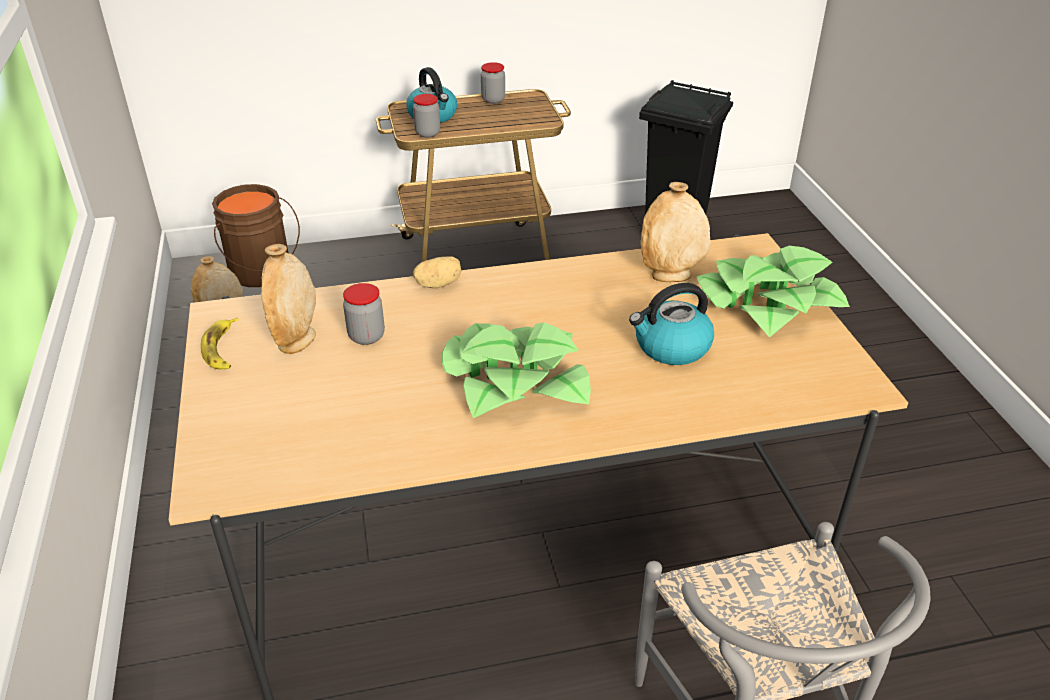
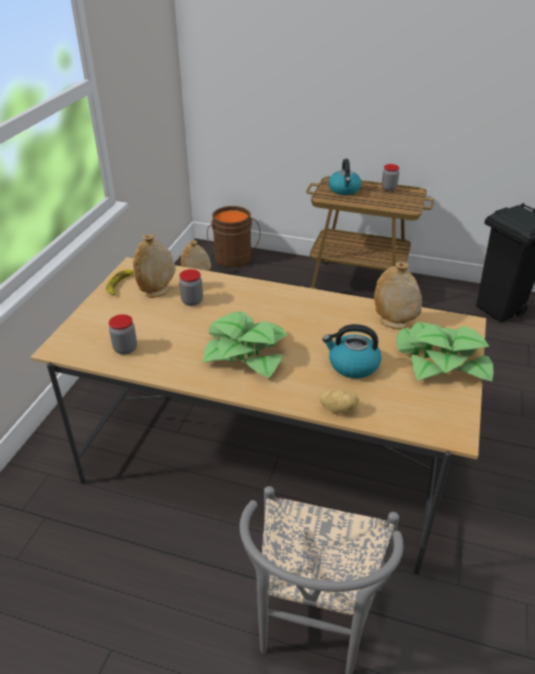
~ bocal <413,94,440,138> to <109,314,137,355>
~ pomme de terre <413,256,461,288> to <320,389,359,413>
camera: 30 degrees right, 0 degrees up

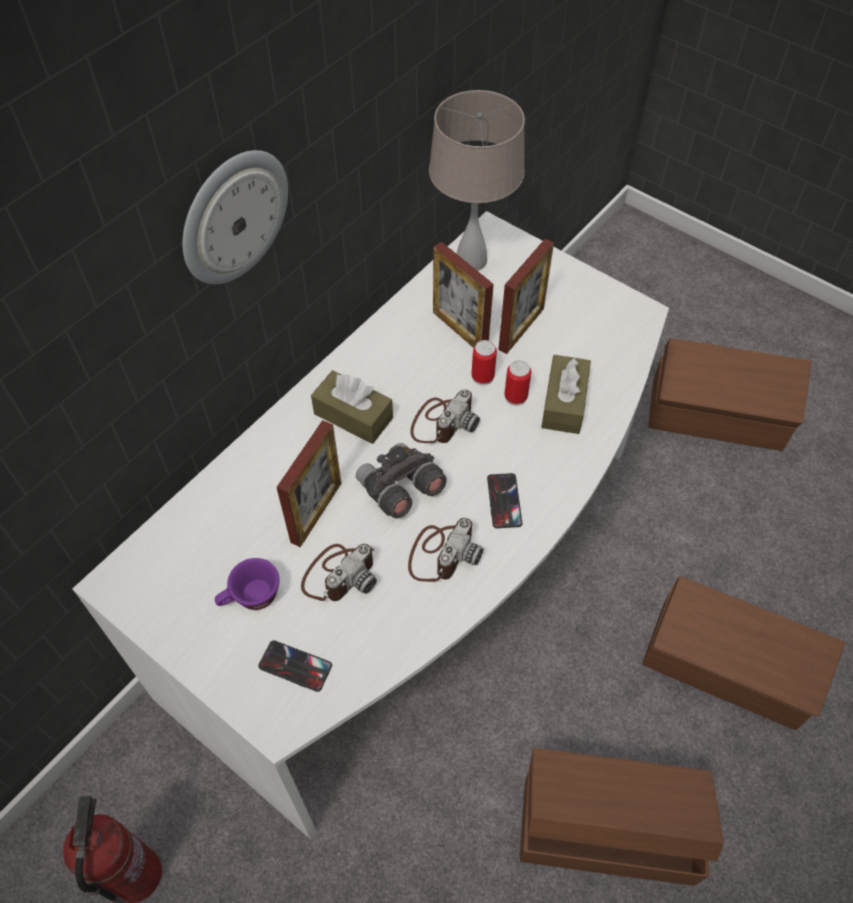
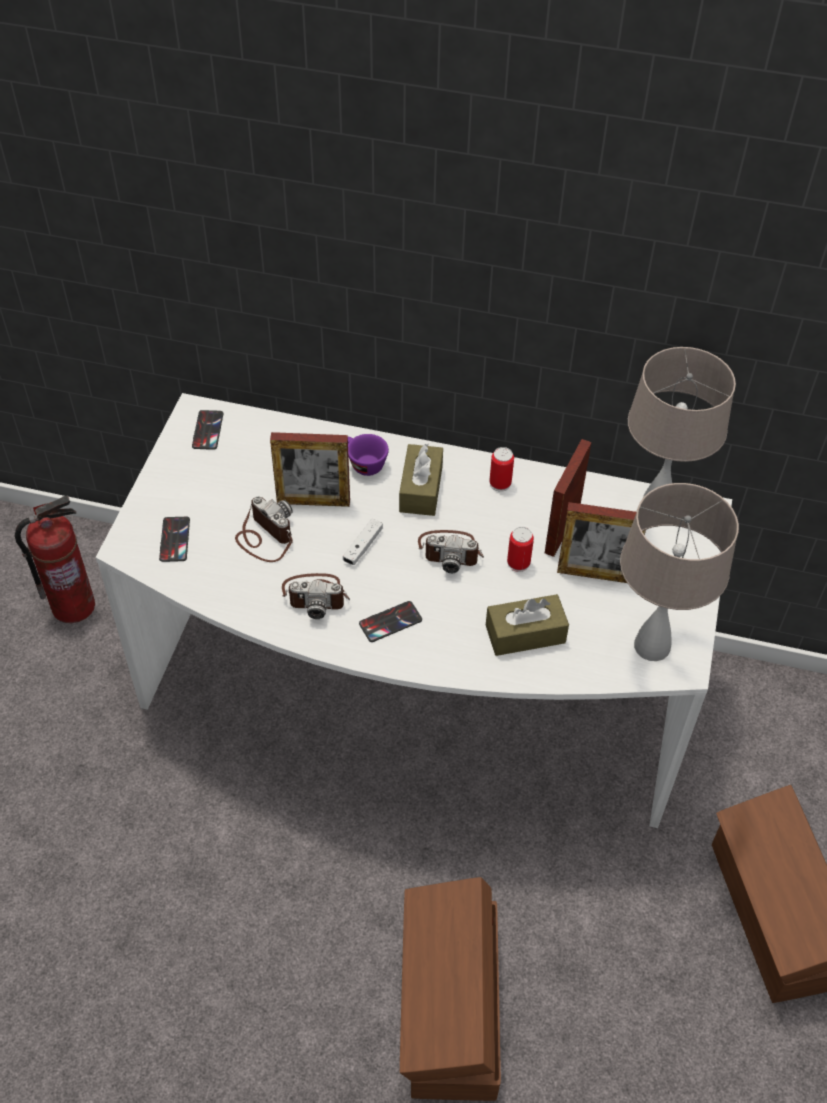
- horloge murale <182,150,288,284>
~ tasse/violet <215,558,279,610> to <348,434,389,476>
~ appareil photo <301,544,377,601> = <235,497,293,562> 150 degrees counterclockwise
~ jumelles/gris <356,443,447,518> to manette/blanc <343,519,383,565>
~ boîte métallique <504,360,531,406> to <489,447,514,492>
- boîte de rangement/marron <520,748,723,886>
+ téléphone <192,410,223,450>
+ lampe de table/beige <620,483,739,661>
camera: 65 degrees right, 5 degrees down

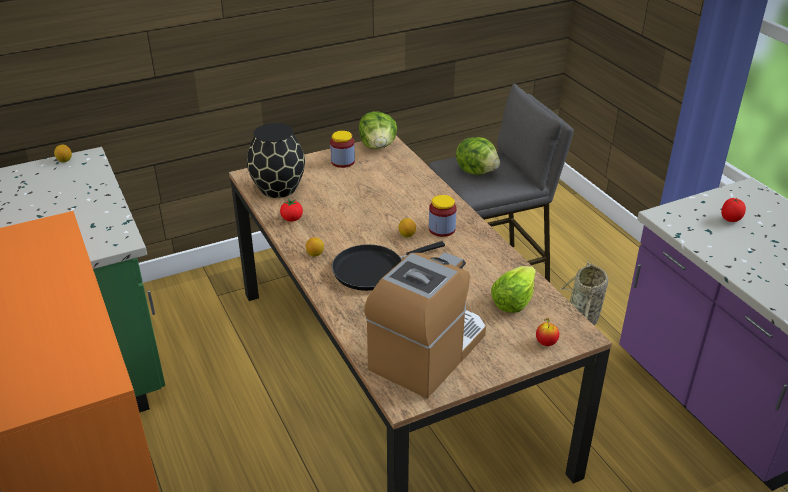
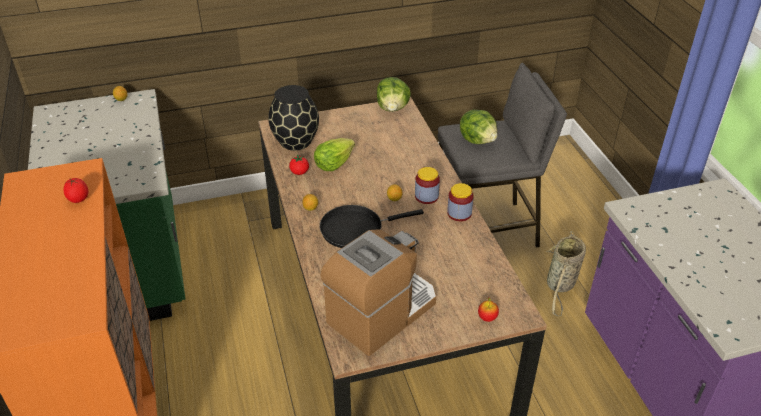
~ bocal <330,131,355,168> to <447,183,474,221>
~ laitue <491,266,536,313> to <314,138,355,171>
~ tomate <721,198,746,222> to <64,178,88,203>
camera: 10 degrees right, 5 degrees up

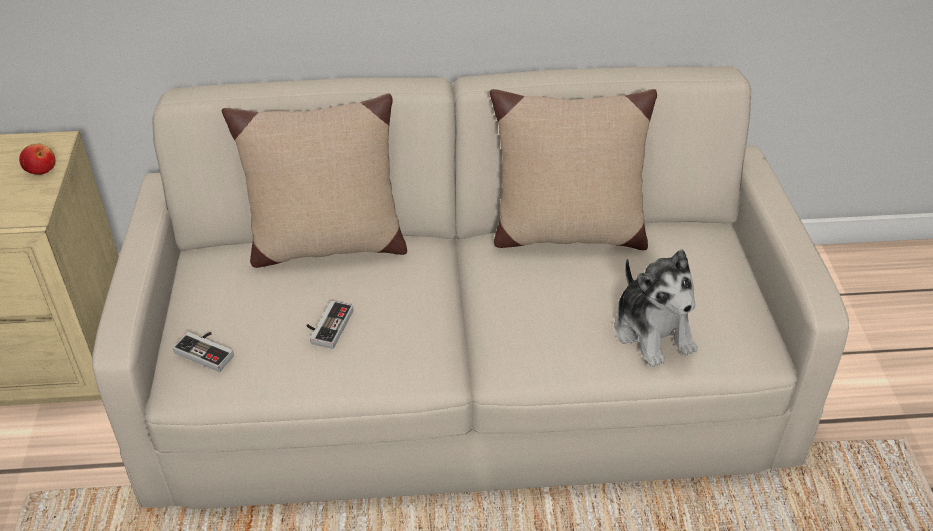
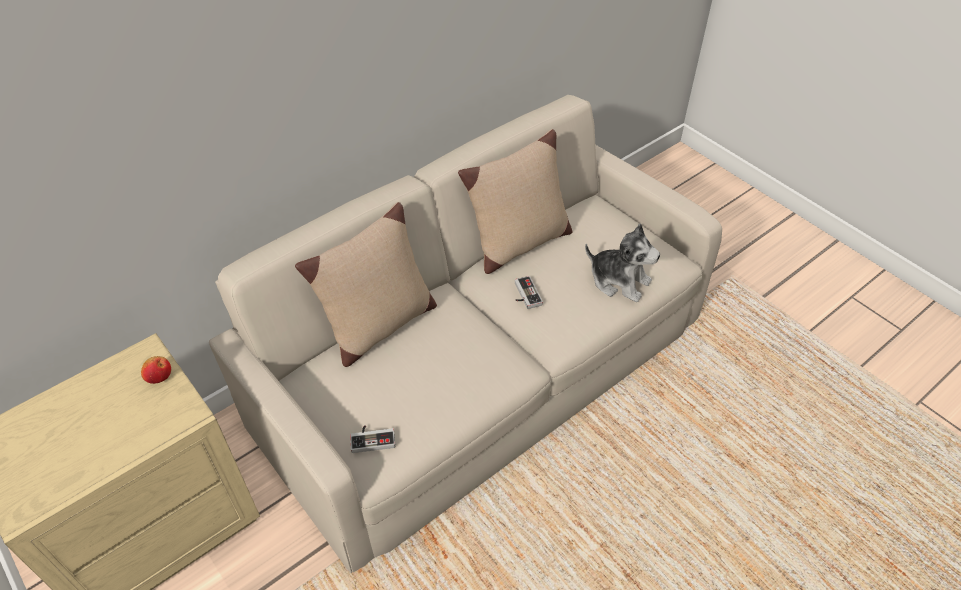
~ manette <307,301,353,349> to <515,276,543,309>
camera: 35 degrees left, 5 degrees up

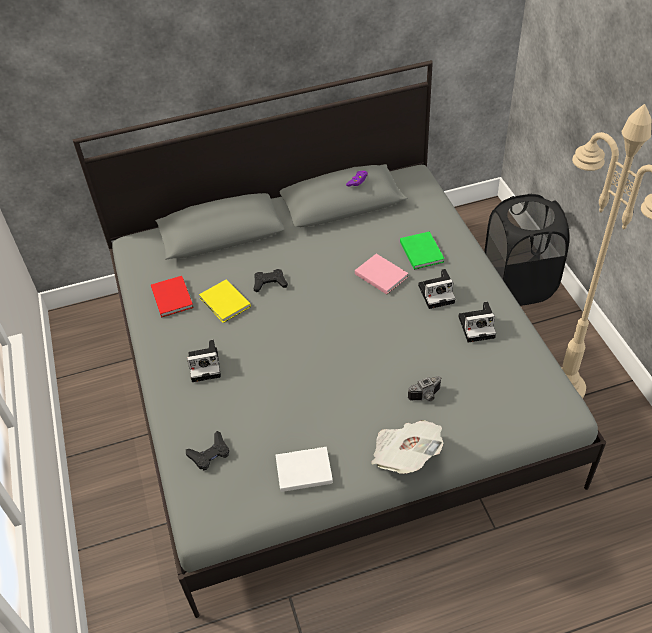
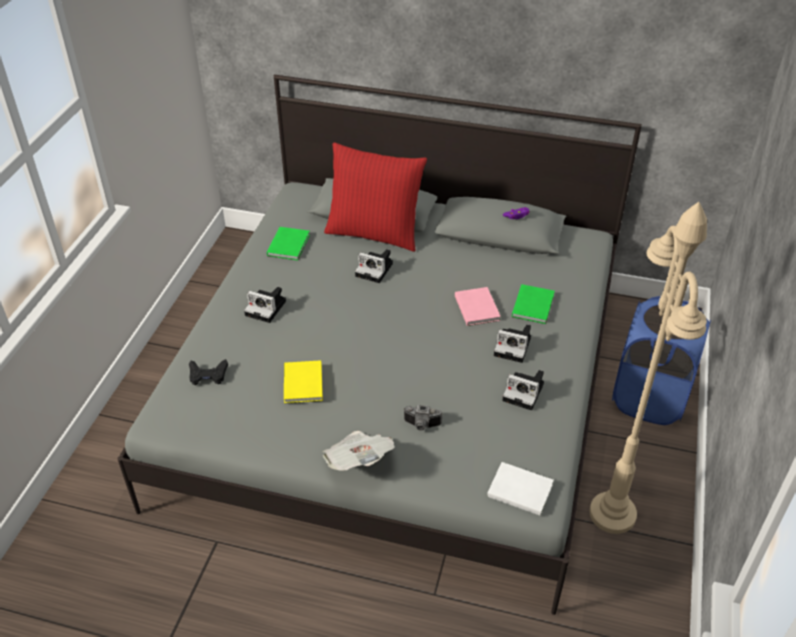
~ livre/rouge <151,276,194,318> to livre/vert <267,227,310,260>
~ livre/jaune <199,280,251,323> to <284,360,323,403>
~ manette/noir <254,269,288,292> to appareil photo <355,249,393,283>
~ livre/blanc <275,447,333,492> to <487,462,554,516>
~ panier à linge/noir <484,194,569,306> to panier à linge/bleu <612,296,711,425>
+ coussin/rouge <324,143,427,252>
camera: 30 degrees right, 5 degrees down

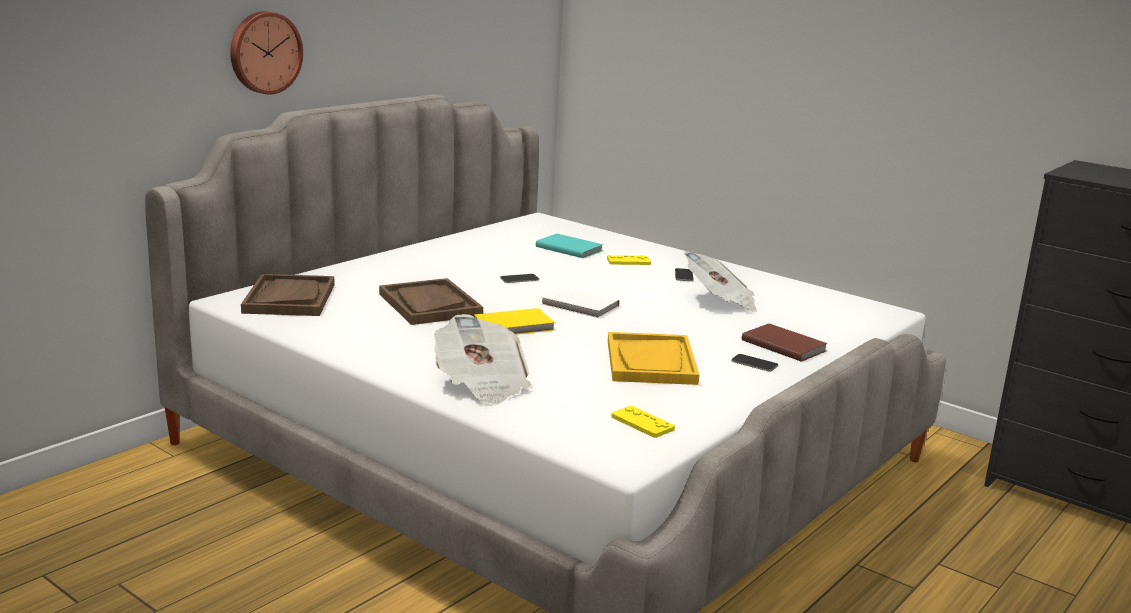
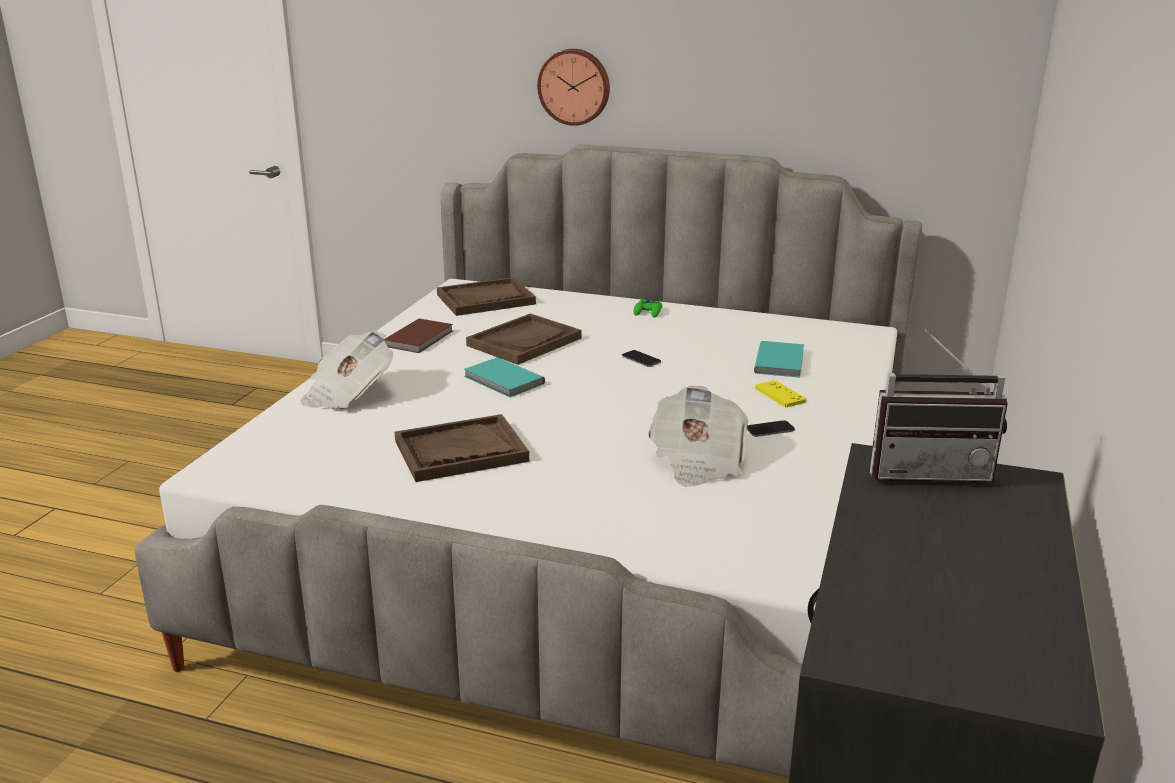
~ livre/jaune <473,308,555,335> to livre/turquoise <464,357,545,398>
- livre/blanc <542,287,619,318>
~ plateau/jaune <608,332,699,385> to plateau/marron <394,414,529,482>
- manette/jaune <611,406,675,438>
- téléphone <731,354,778,372>
~ livre/marron <742,323,828,362> to <385,318,453,353>
+ manette/vert <634,298,662,317>
+ radio <870,329,1007,482>
camera: 70 degrees right, 5 degrees up

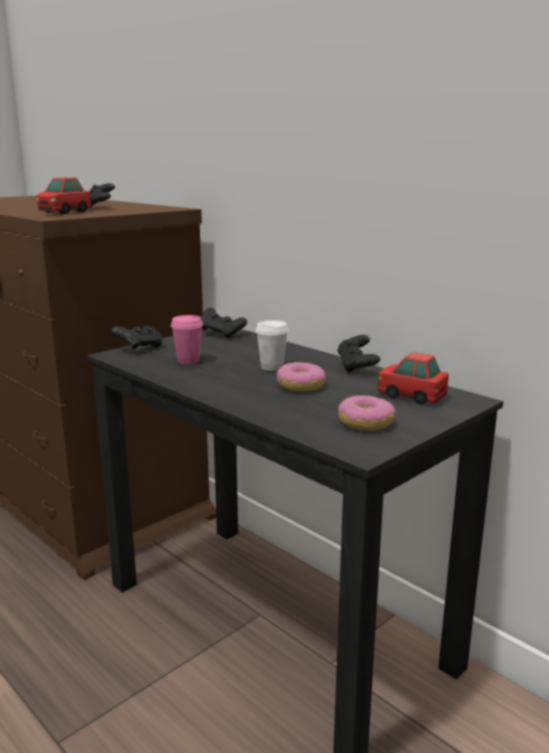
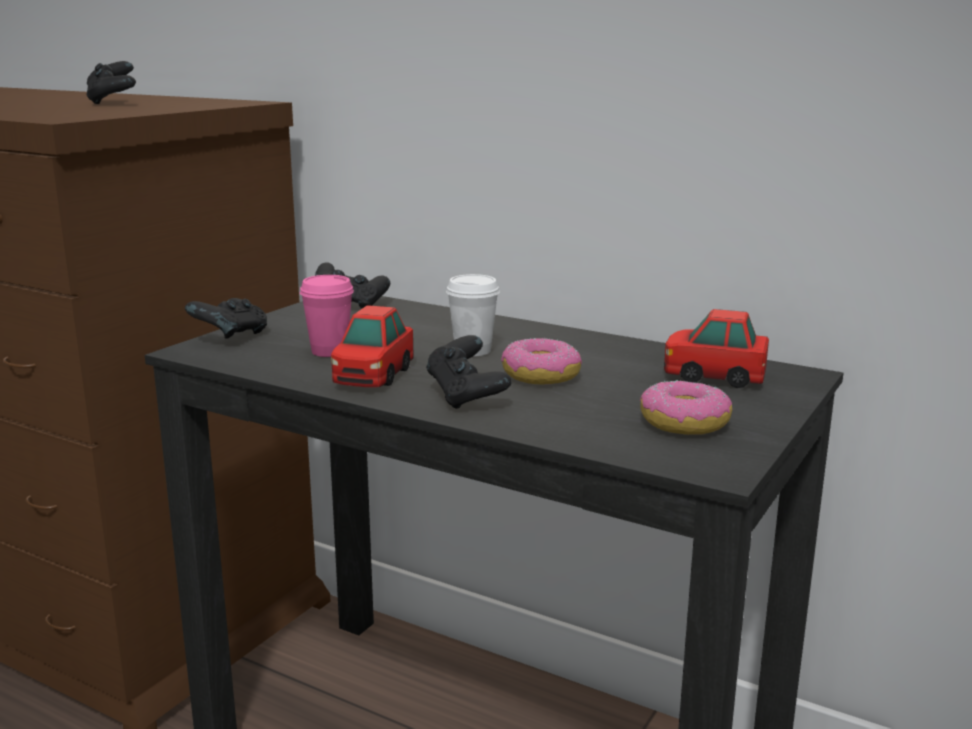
~ petite voiture <37,177,91,214> to <331,305,414,387>
~ manette/noir <337,335,380,372> to <426,335,512,409>
camera: 15 degrees left, 0 degrees up

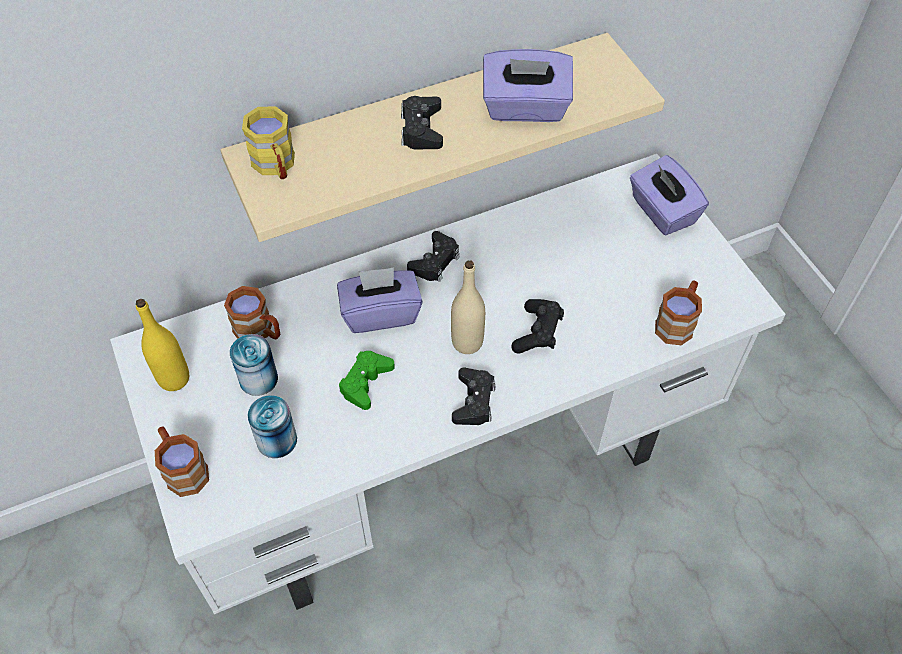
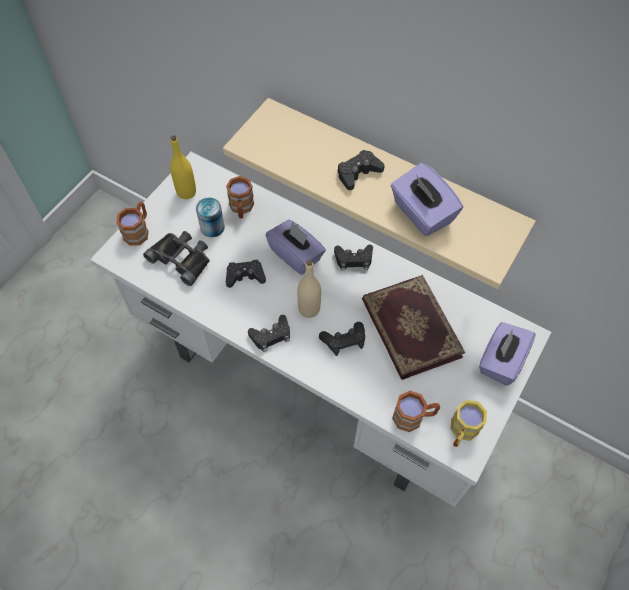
~ mug/jaune <242,106,295,179> to <451,400,487,447>
~ boîte métallique <247,395,297,458> to jumelles/noir <143,231,210,286>
~ manette/vert <339,351,395,410> to manette/noir <226,259,266,288>
+ livre <362,275,465,380>
camera: 55 degrees right, 5 degrees up

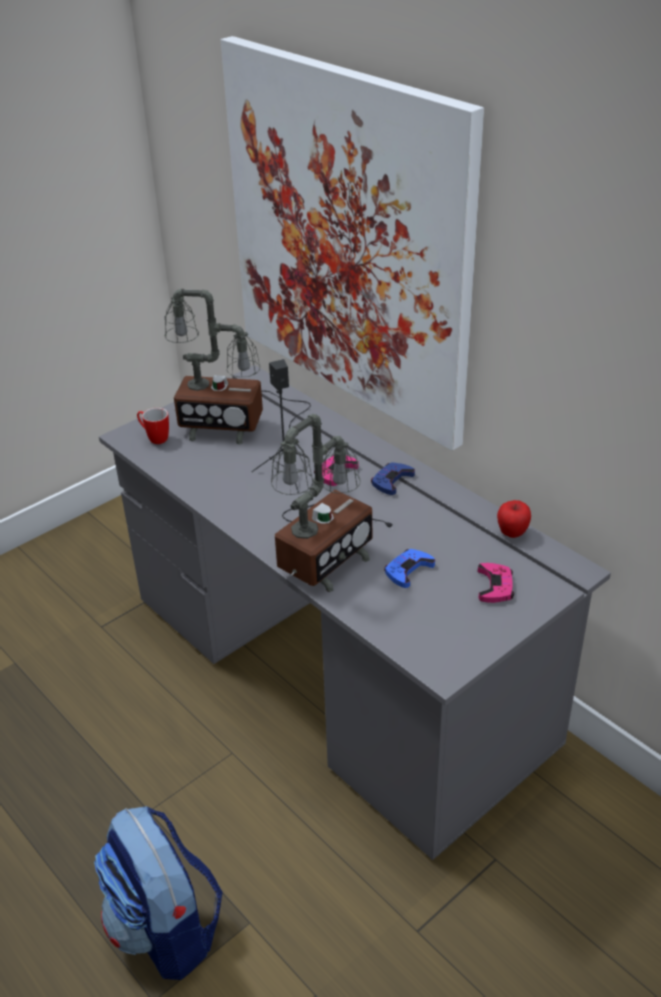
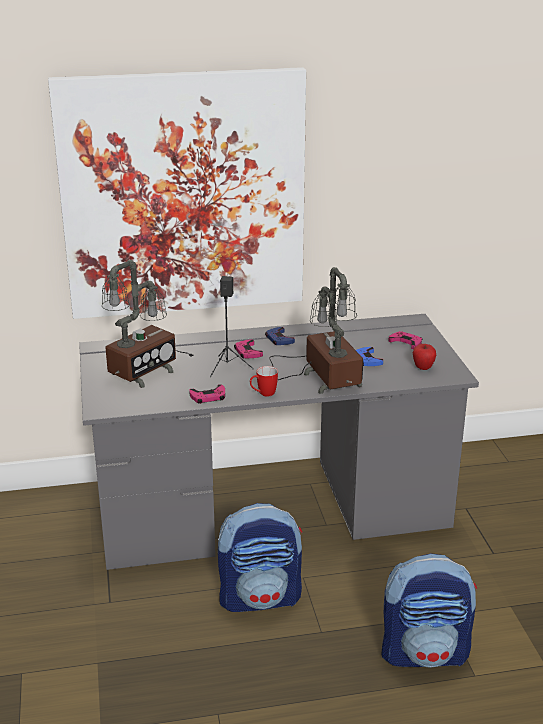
~ mug <137,408,169,444> to <250,366,278,397>
~ pomme <497,500,531,538> to <413,344,436,370>
+ manette/rose <189,384,225,404>
+ sac à dos <218,503,302,612>
camera: 60 degrees left, 10 degrees down

